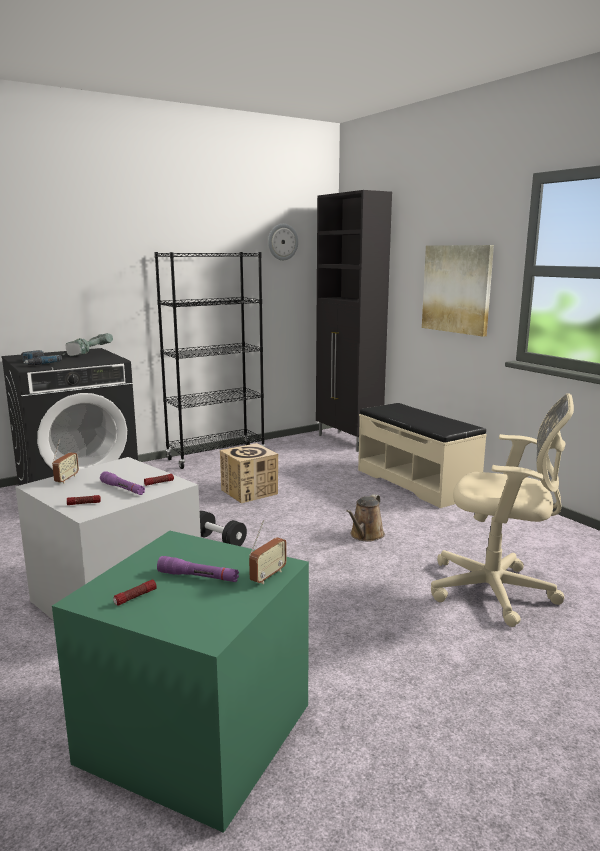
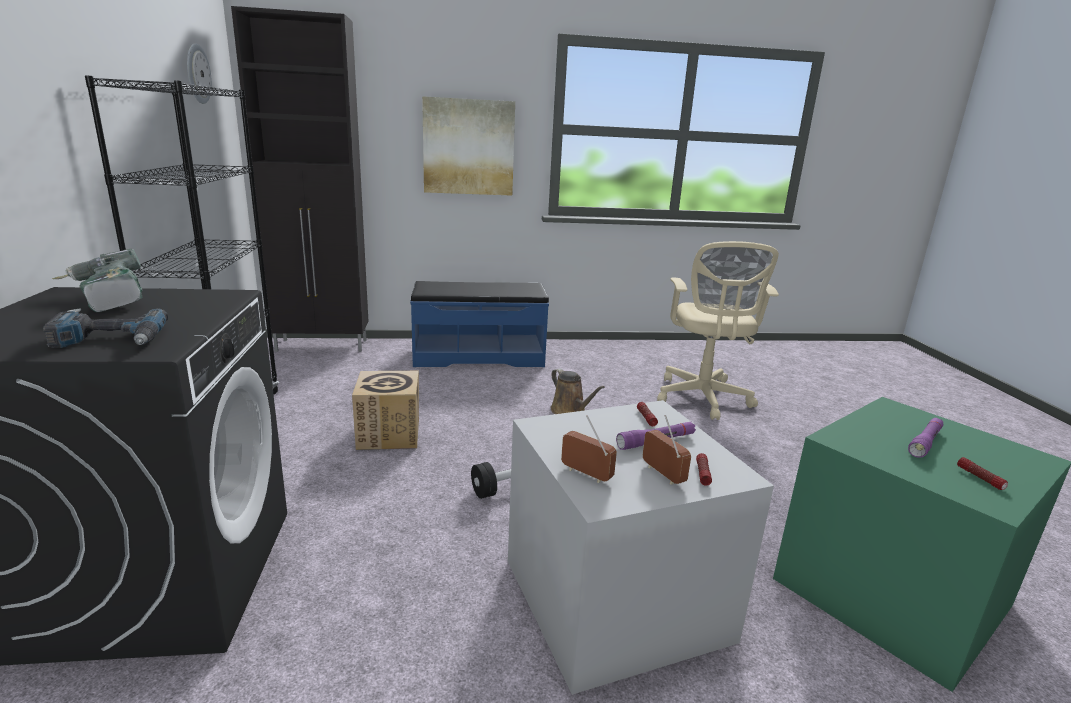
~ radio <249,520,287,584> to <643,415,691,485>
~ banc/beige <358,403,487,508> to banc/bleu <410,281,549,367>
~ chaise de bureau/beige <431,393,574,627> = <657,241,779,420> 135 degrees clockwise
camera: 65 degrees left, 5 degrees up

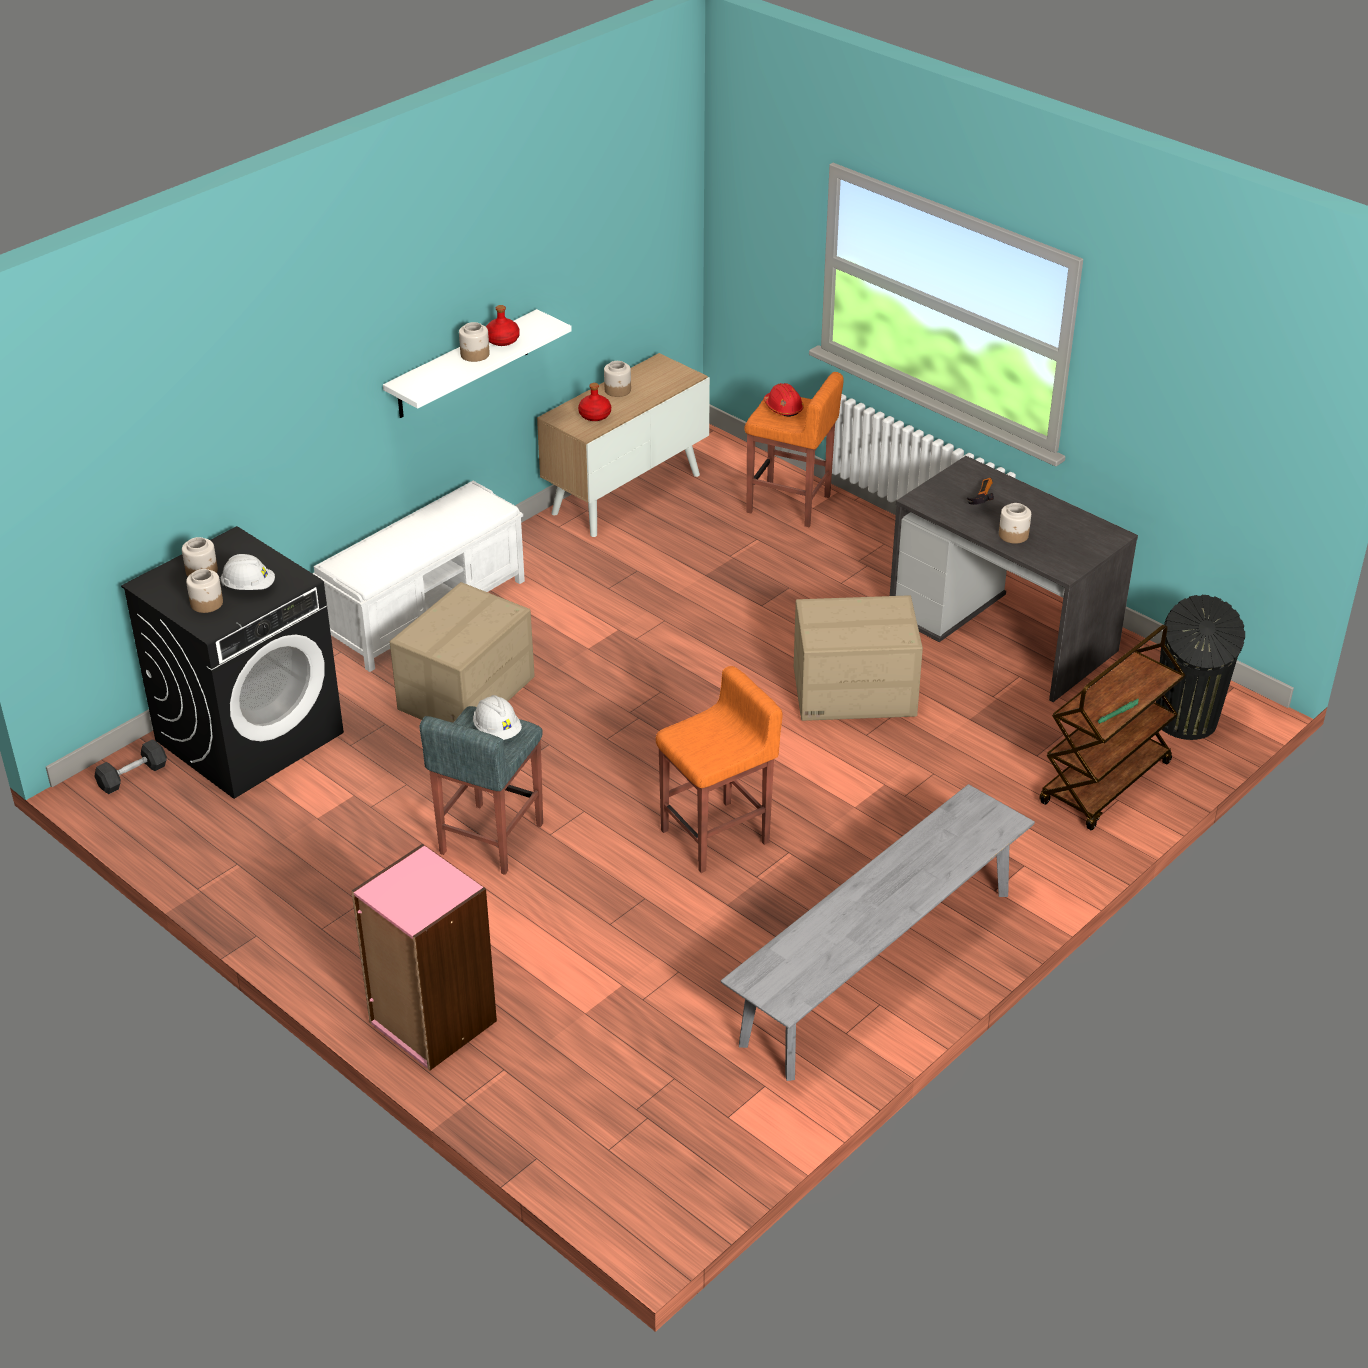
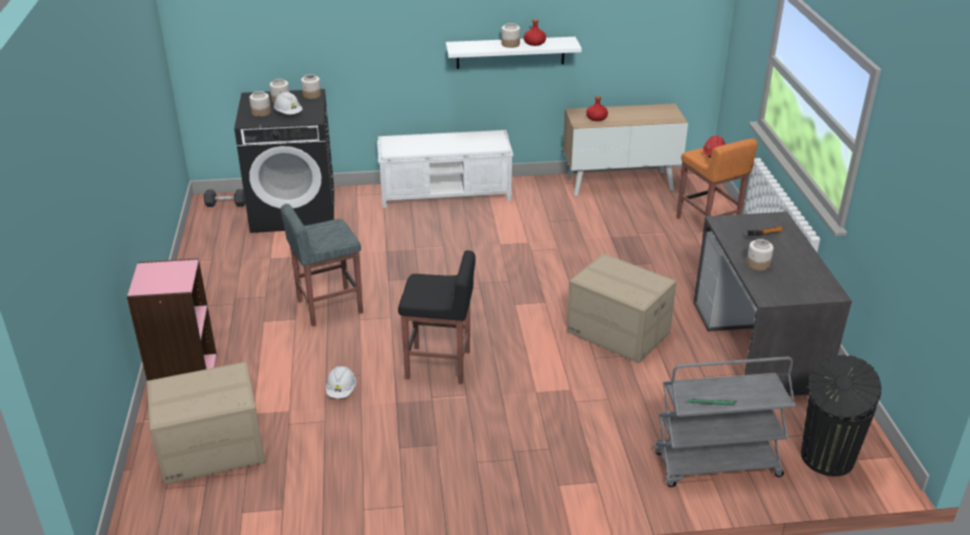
~ carton <390,582,535,723> to <147,362,265,485>
~ casque de chantier/blanc <473,695,522,740> to <326,366,356,398>
~ bocal <604,361,631,397> to <301,74,321,99>
~ tabouret/orange <656,666,783,873> to tabouret/noir <398,250,475,384>
- banc/gris <721,784,1035,1081>
~ chariot/marron <1039,625,1185,830> to chariot/gris <654,356,795,487>
camera: 40 degrees right, 5 degrees down

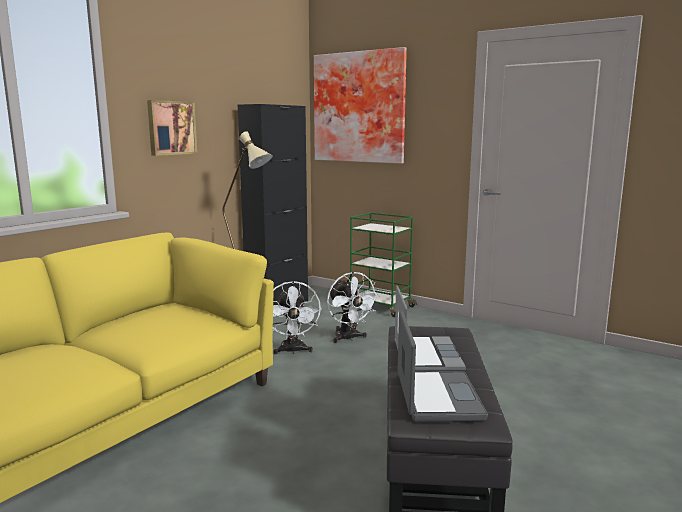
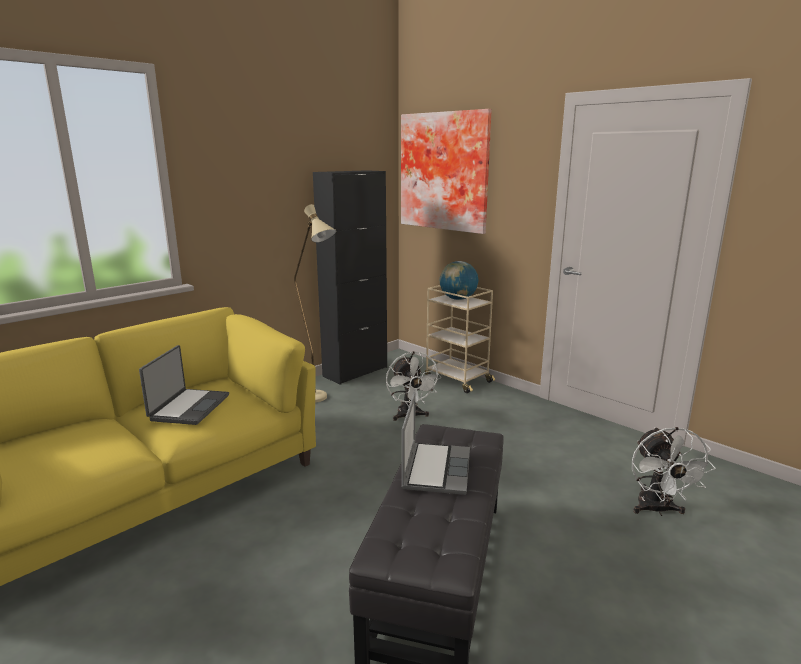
- tableau <147,100,197,156>
~ ventilateur/blanc <273,281,322,354> to <632,427,716,516>
~ chariot/vert <350,212,417,317> to chariot/beige <425,285,495,393>
~ ordinateur portable <398,311,488,421> to <139,345,229,425>
+ globe <440,261,478,300>
camera: 10 degrees right, 5 degrees up

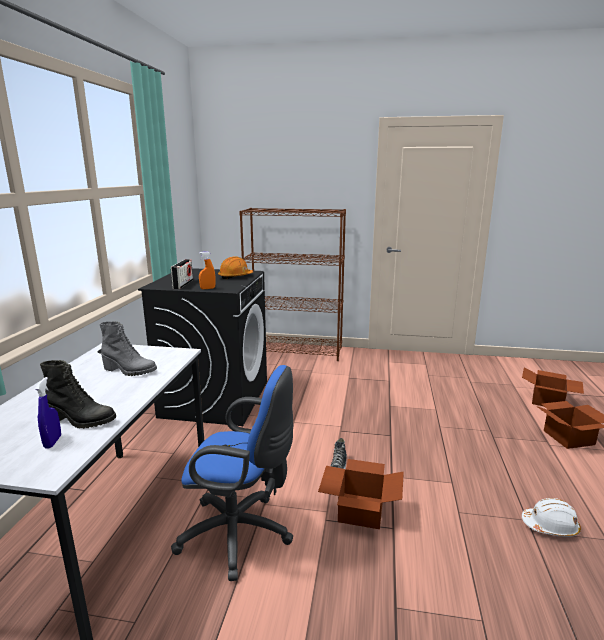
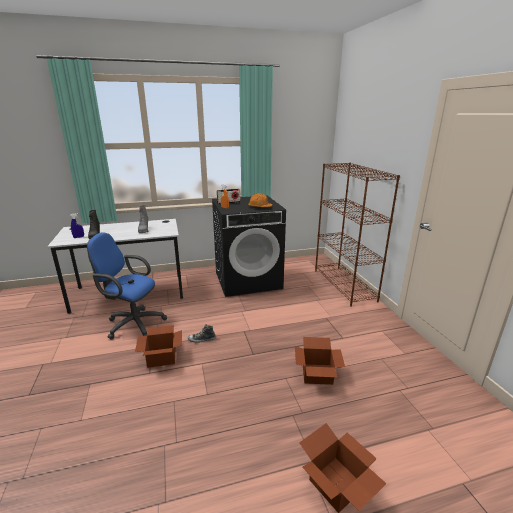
~ chaise de bureau/bleu <171,365,293,581> = <87,232,167,340> 120 degrees clockwise
~ carton <522,367,584,406> to <295,337,345,385>
- casque de chantier/blanc <522,498,581,537>
camera: 65 degrees right, 5 degrees up

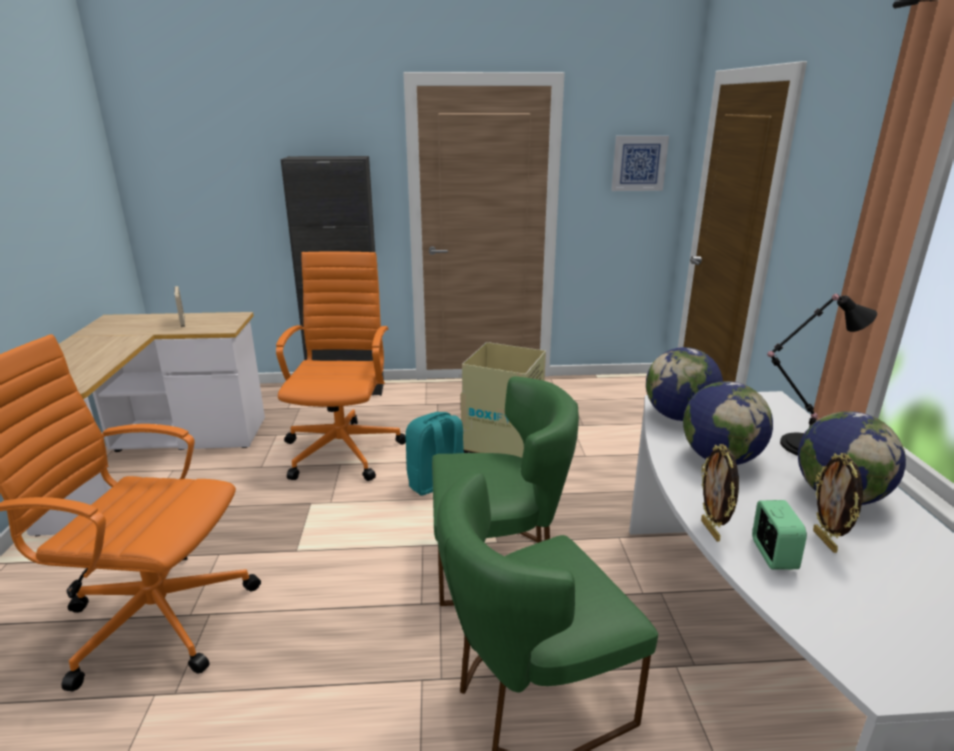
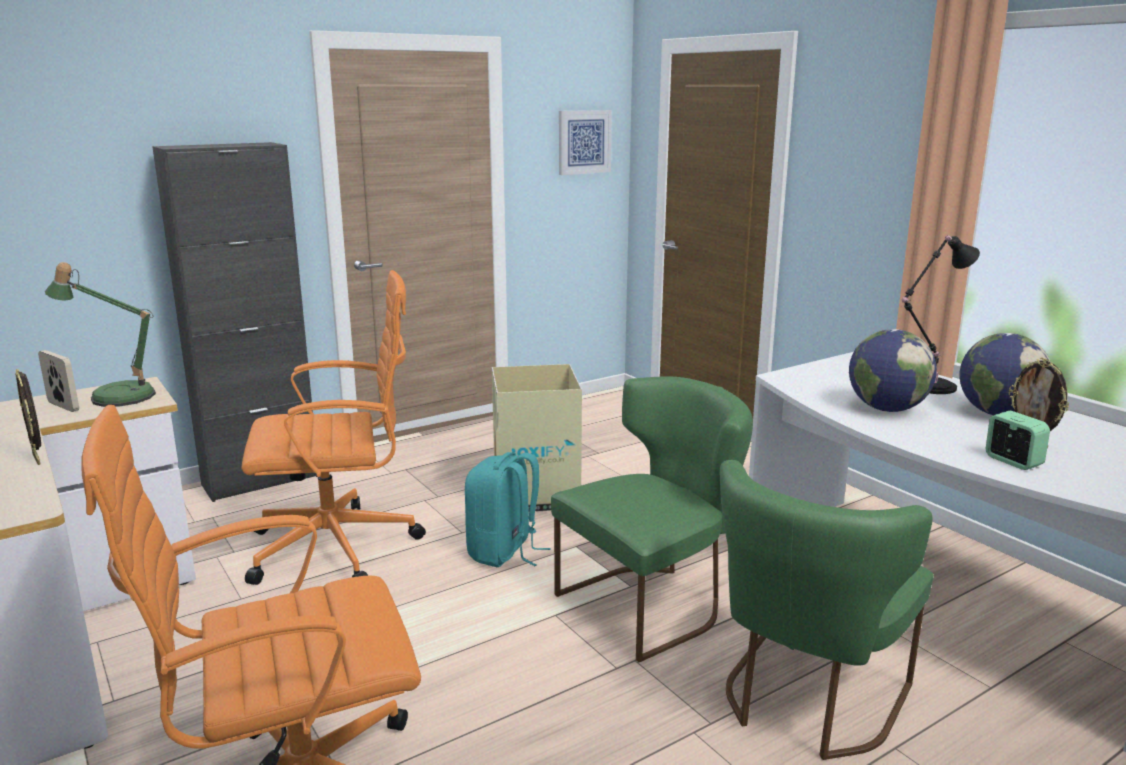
~ chaise de bureau/orange <276,252,406,481> = <241,270,426,585> 105 degrees clockwise
- globe <646,347,723,421>
~ cadre photo <701,444,739,542> to <15,369,41,465>
+ lampe de table <45,262,156,407>
camera: 30 degrees left, 5 degrees down

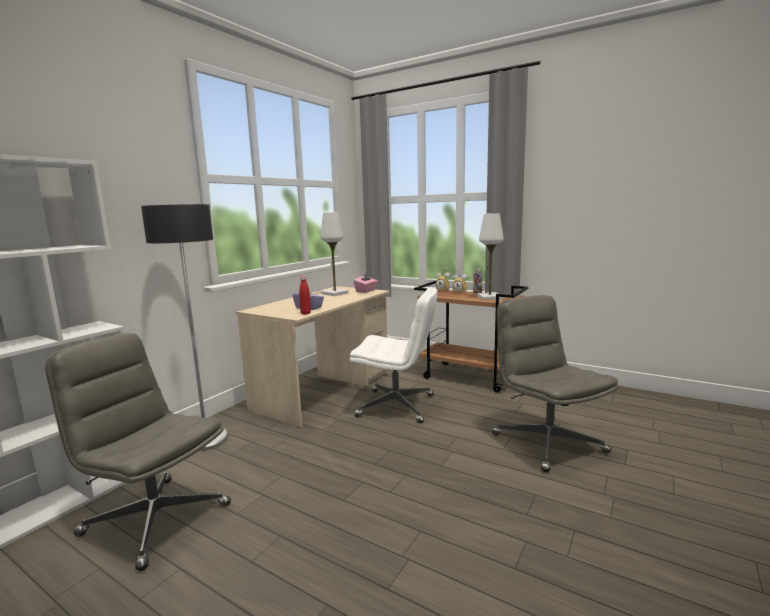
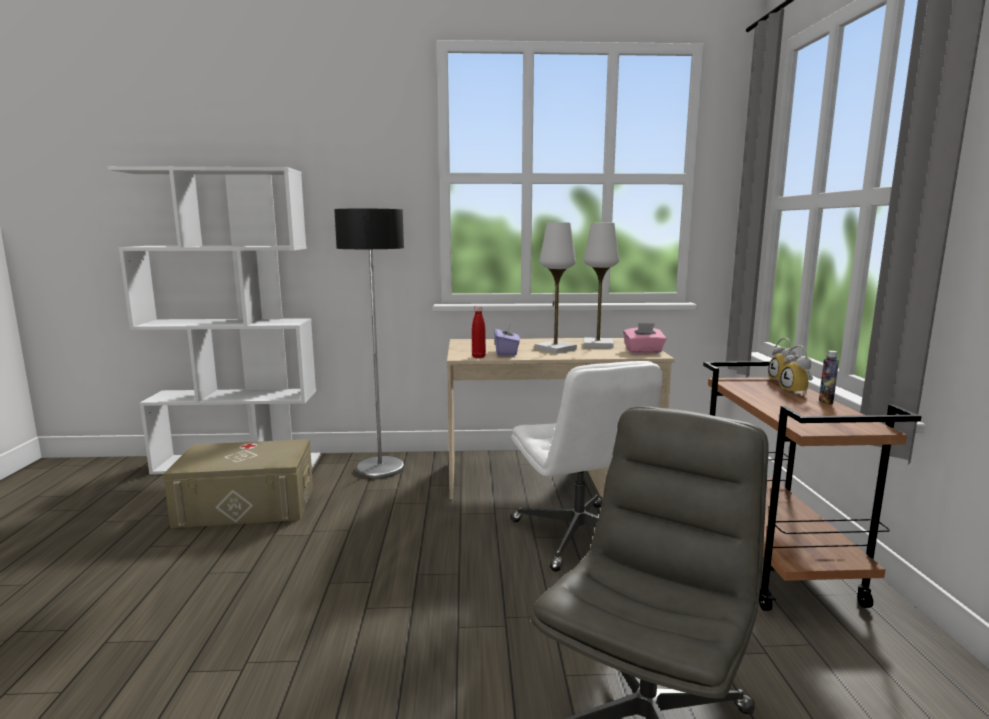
~ chaise de bureau/gris <45,333,231,571> to boîte de rangement/beige <163,439,313,528>
~ lampe de table/blanc <477,213,504,300> to <535,222,577,354>
camera: 55 degrees right, 0 degrees up

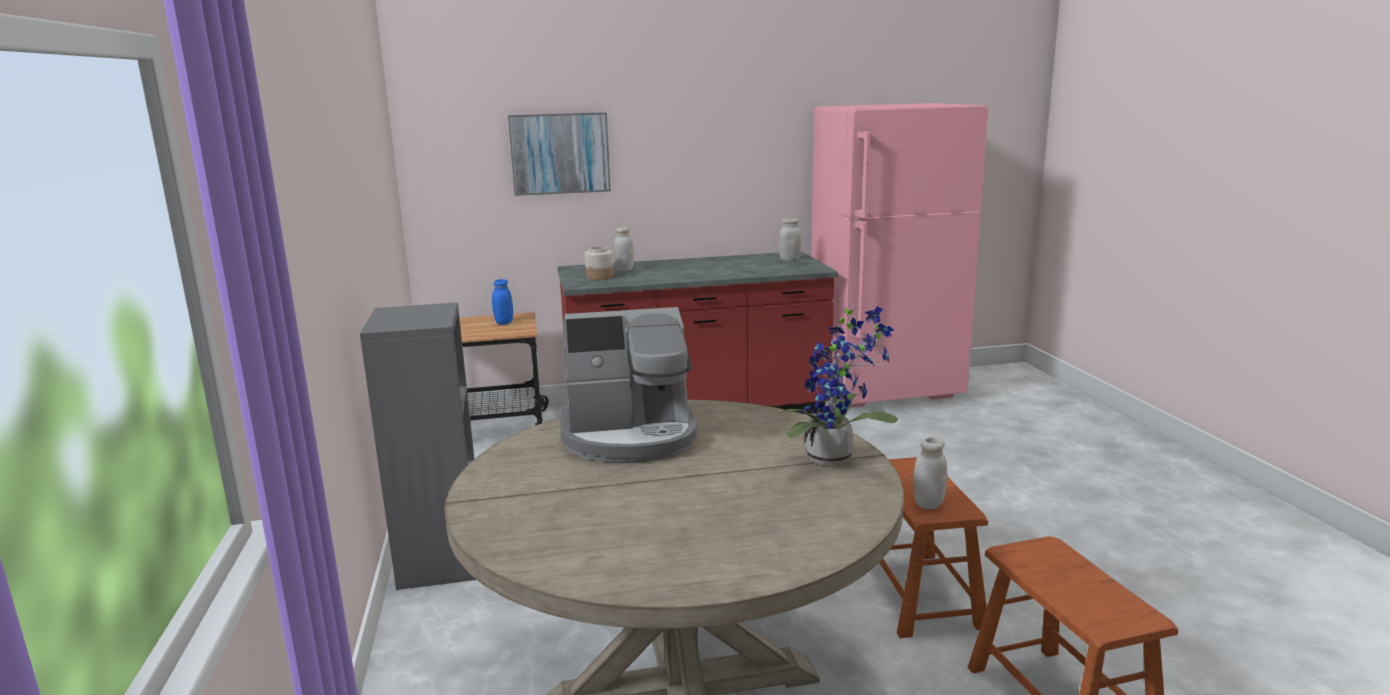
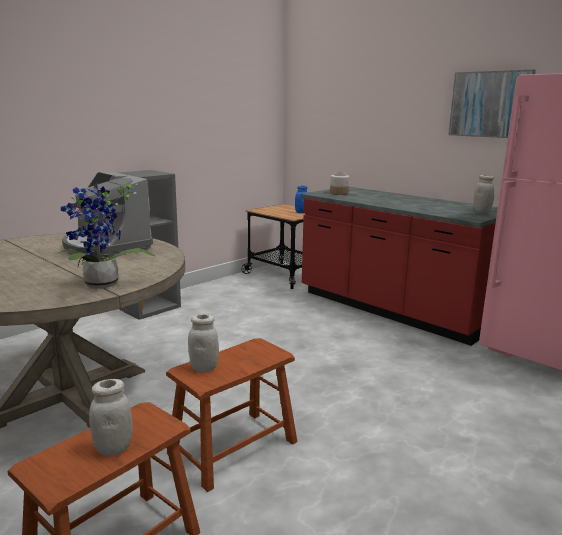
~ tableau <508,112,611,196> to <448,70,536,138>
~ bocal/blanc <613,226,634,271> to <89,379,133,456>
camera: 55 degrees right, 0 degrees up

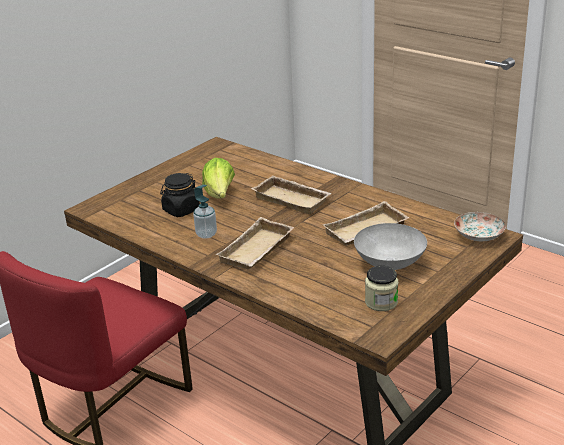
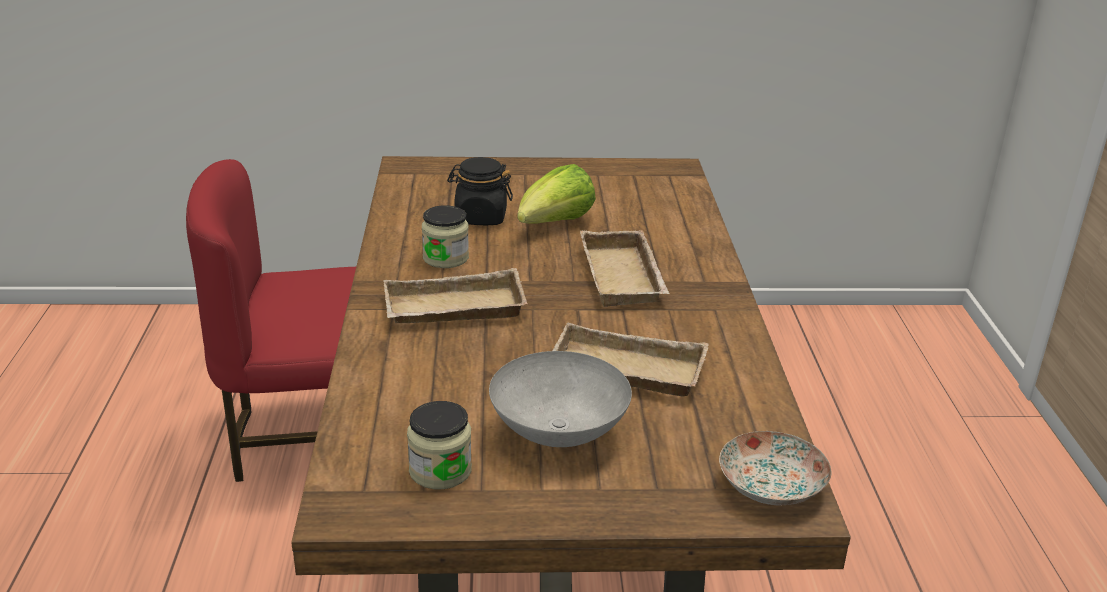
~ distributeur de savon <193,185,217,239> to bocal <422,205,469,268>
camera: 45 degrees right, 0 degrees up

